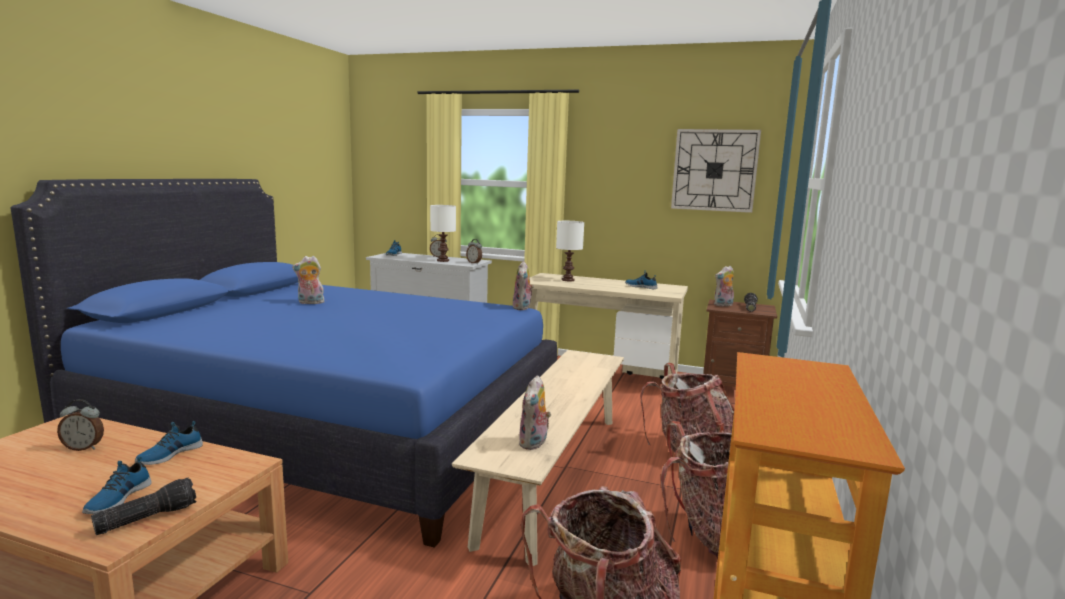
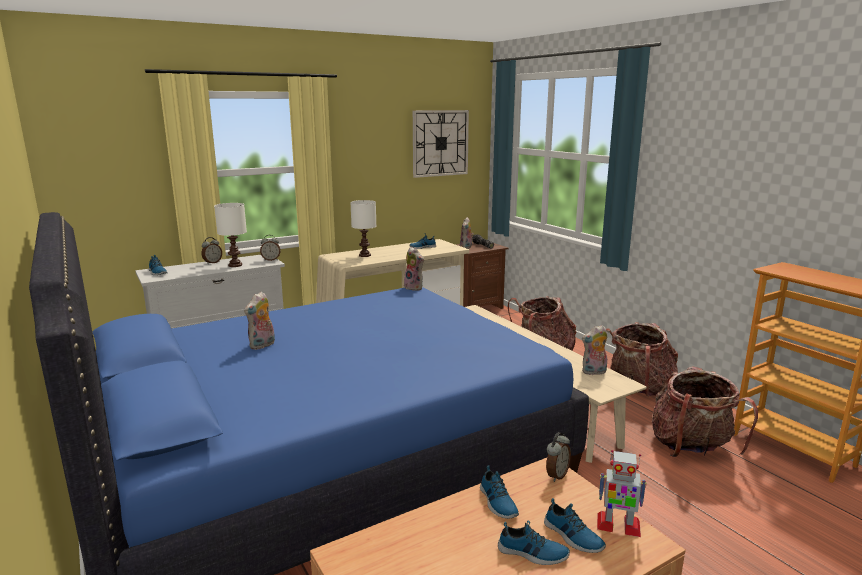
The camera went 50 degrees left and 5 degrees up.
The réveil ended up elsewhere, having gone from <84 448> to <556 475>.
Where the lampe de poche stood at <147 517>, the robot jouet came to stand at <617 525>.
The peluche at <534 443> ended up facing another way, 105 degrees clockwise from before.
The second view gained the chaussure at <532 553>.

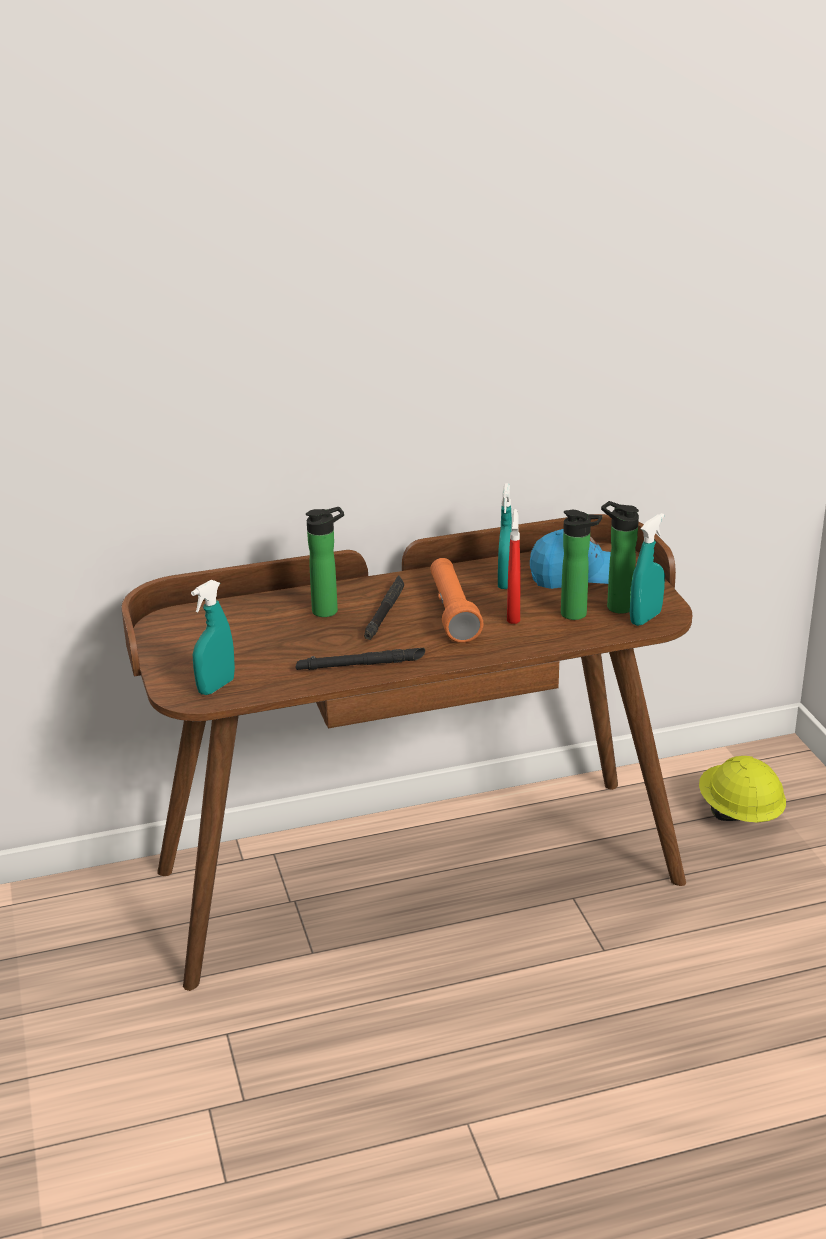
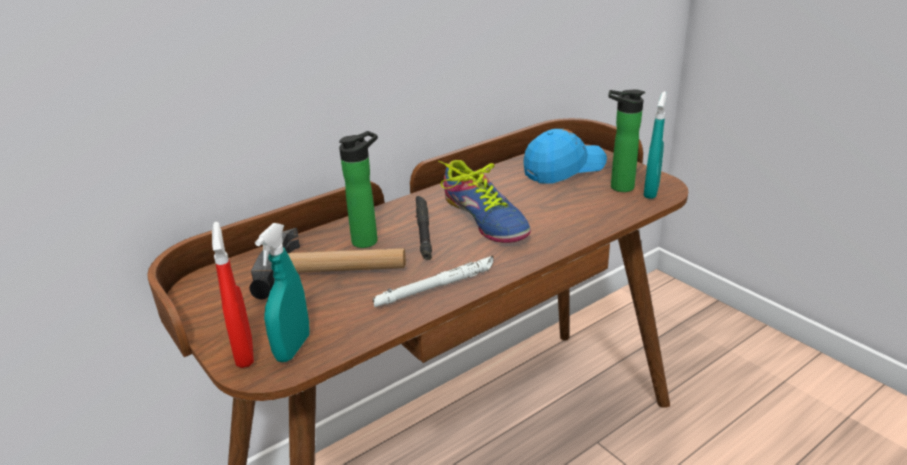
The camera went 20 degrees left and 0 degrees up.
What was the lampe de poche (noir) at <361 664> turned into the lampe de poche (blanc) at <436 286>.
Where the lampe de poche (orange) stood at <452 612>, the chaussure came to stand at <485 218>.
The second view lost the vaporisateur (turquoise) at <505 582>.
The vaporisateur (rouge) ended up elsewhere, having gone from <513 615> to <244 353>.
The second view lost the bouteille at <578 614>.
The second view lost the casque de chantier (jaune) at <739 814>.
The second view gained the marteau at <334 270>.

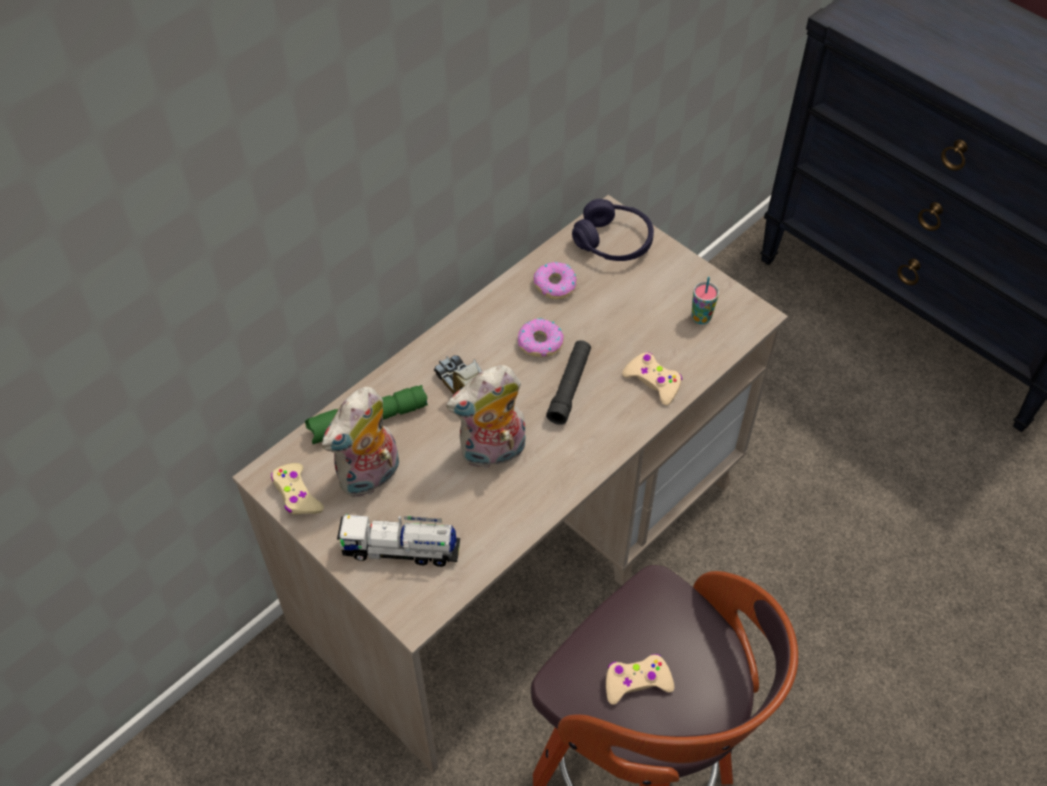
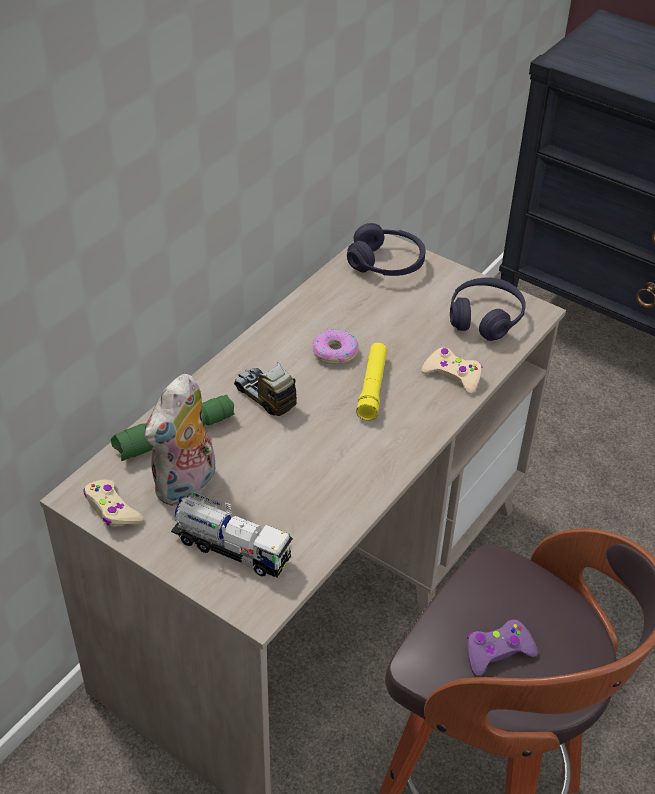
The camera went 10 degrees left and 10 degrees down.
The camion jouet at <401 550> ended up facing another way, 150 degrees counterclockwise from before.
The second view lost the peluche at <493 453>.
The second view lost the beignet at <555 285>.
What was the lampe de poche (noir) at <569 387> turned into the lampe de poche (jaune) at <372 387>.
What was the manette (beige) at <636 682> turned into the manette (violet) at <497 652>.
Where the tasse stood at <701 318>, the casque audio (violet) came to stand at <485 318>.

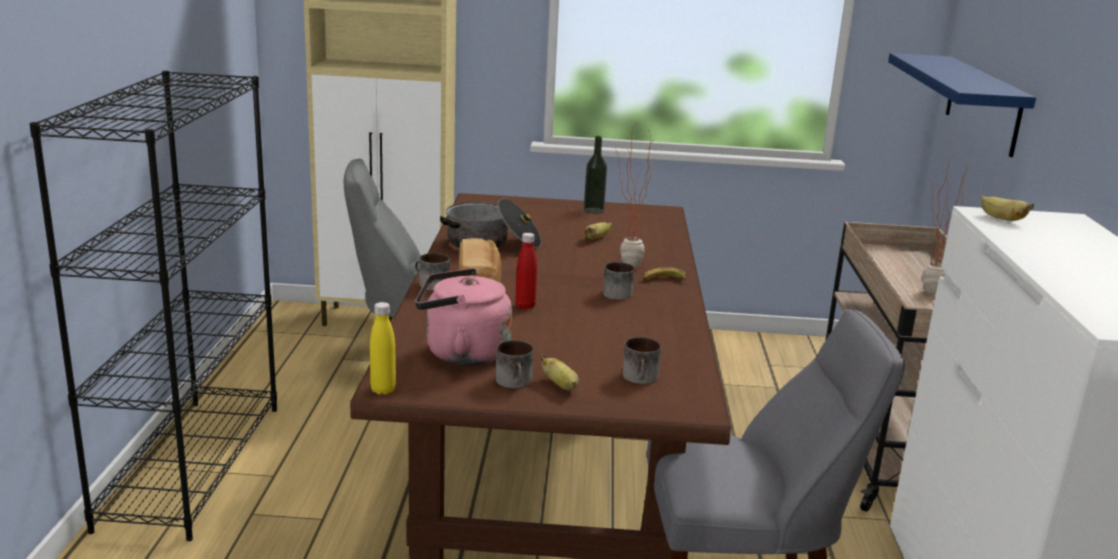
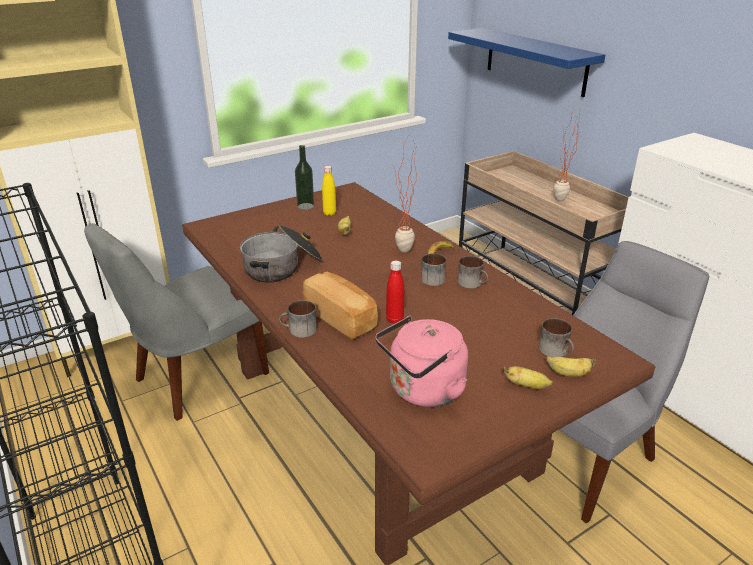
The camera went 35 degrees left and 10 degrees up.
The bouteille (jaune) ended up elsewhere, having gone from <383 390> to <329 213>.
The mug ended up elsewhere, having gone from <516 382> to <473 283>.
The banane ended up elsewhere, having gone from <1000 218> to <568 374>.

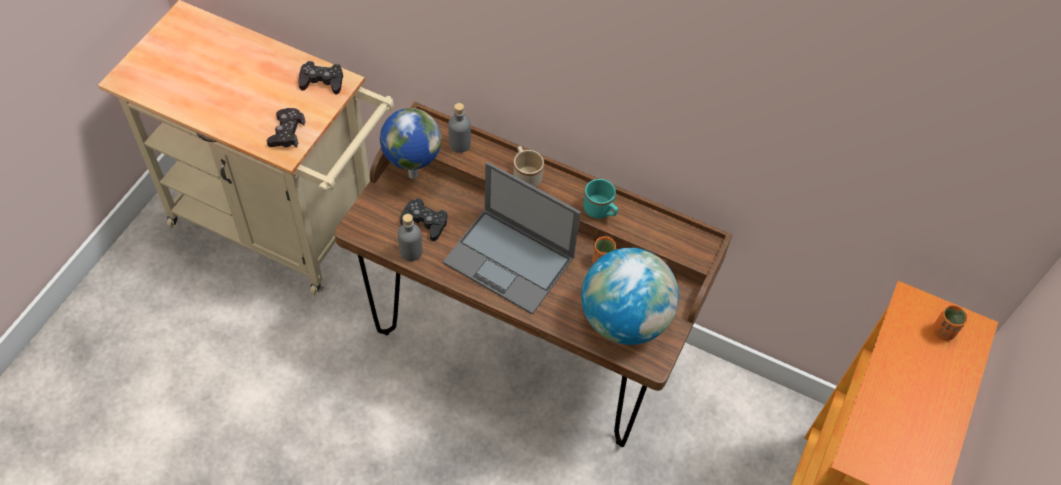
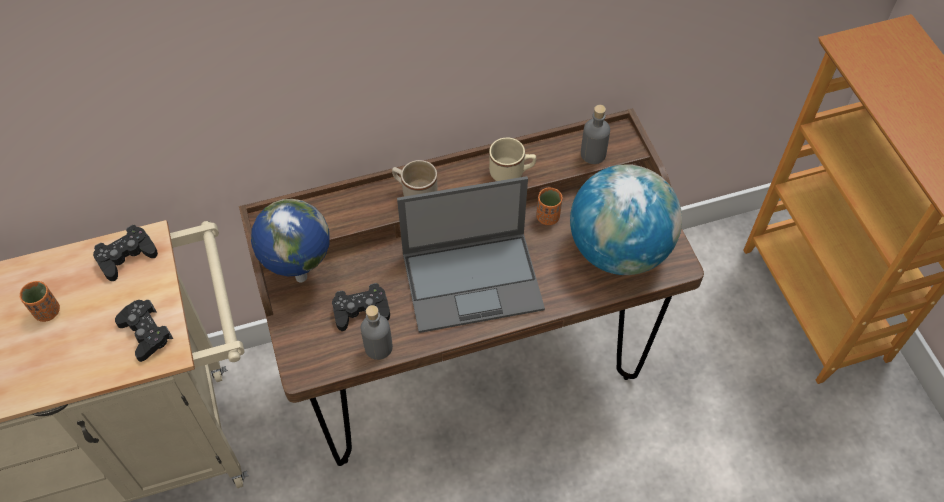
The camera went 40 degrees left and 0 degrees up.
The bouteille (gris) ended up elsewhere, having gone from <459 144> to <593 154>.
What was the mug (turquoise) at <600 211> turned into the mug (beige) at <511 173>.
The tasse (orange) ended up elsewhere, having gone from <943 331> to <47 311>.

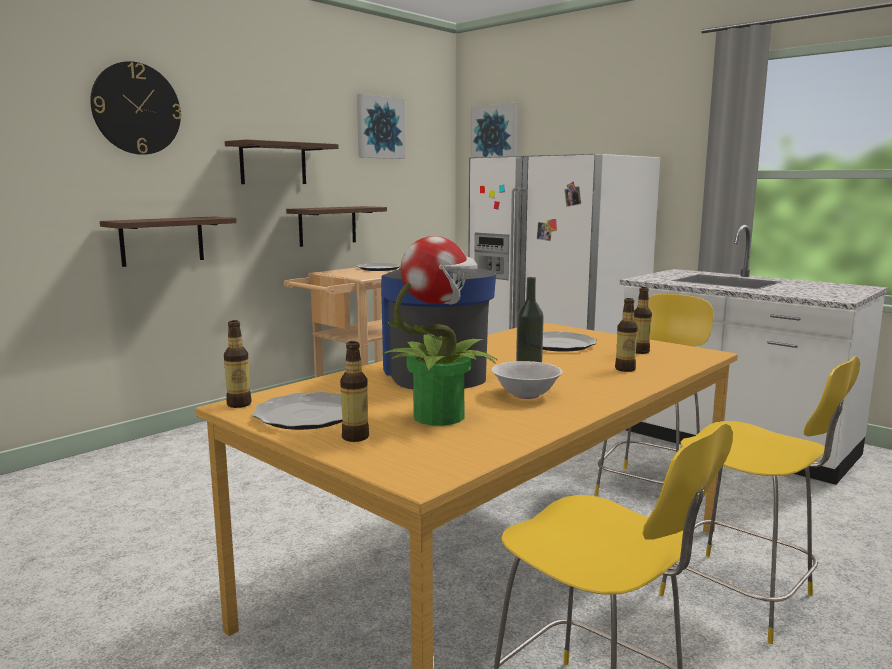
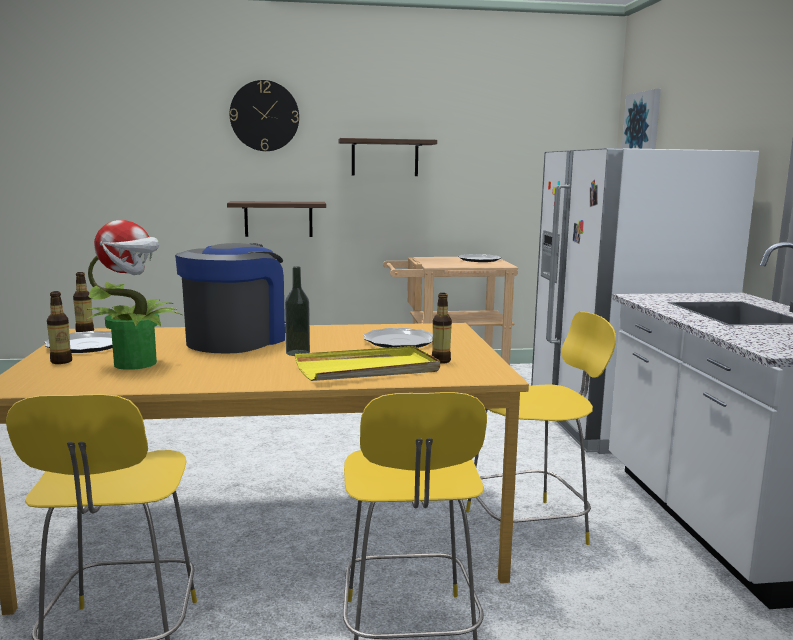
The camera went 40 degrees right and 0 degrees up.
The second view lost the étagère at <327 225>.
The second view lost the tableau at <380 127>.
The second view lost the bol (blanc) at <525 394>.
Where the bouteille stood at <625 369>, the plateau (jaune) came to stand at <368 369>.

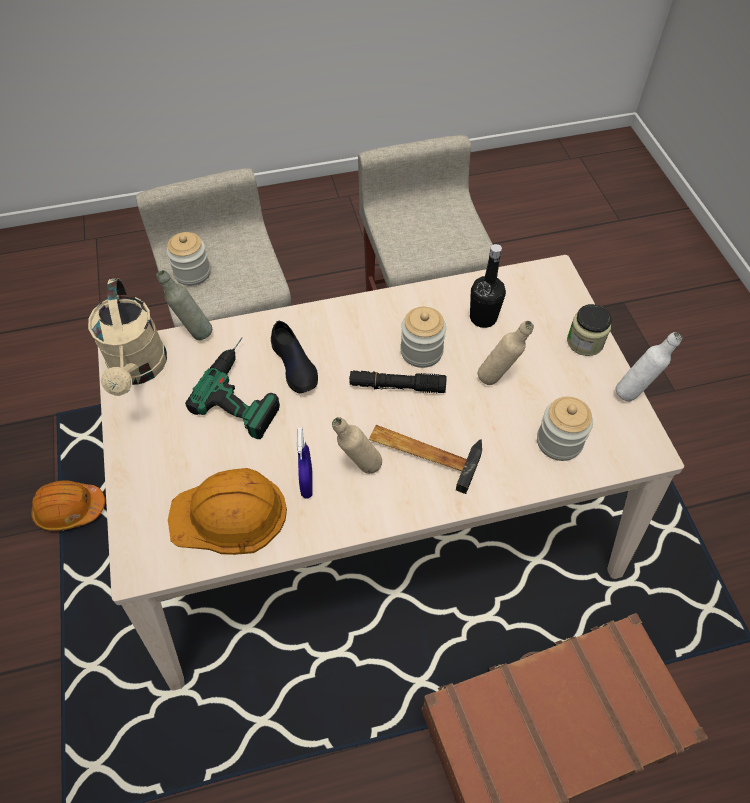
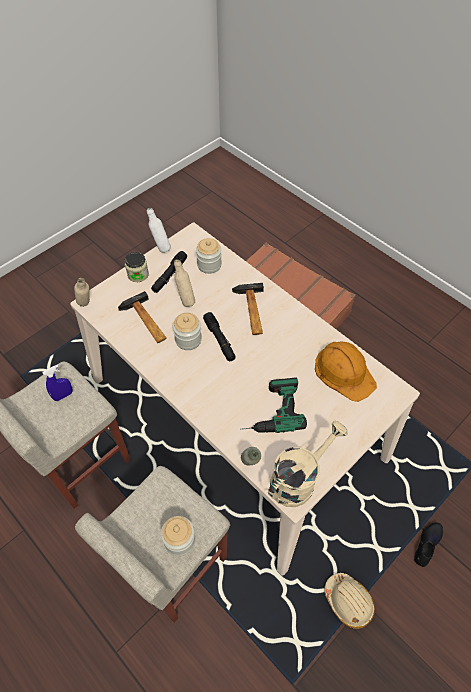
The camera went 120 degrees left and 0 degrees up.
What was the casque de chantier (orange) at <69 509> turned into the casque de chantier (beige) at <348 601>.
The chaussure (noir) ended up elsewhere, having gone from <295 365> to <427 544>.
The vaporisateur (bleu) ended up elsewhere, having gone from <307 484> to <63 395>.
The bouteille (beige) ended up elsewhere, having gone from <359 467> to <87 306>.
Where the bouteille (noir) stood at <483 318>, the marteau came to stand at <146 322>.
The second view gained the lampe de poche (noir) at <169 275>.

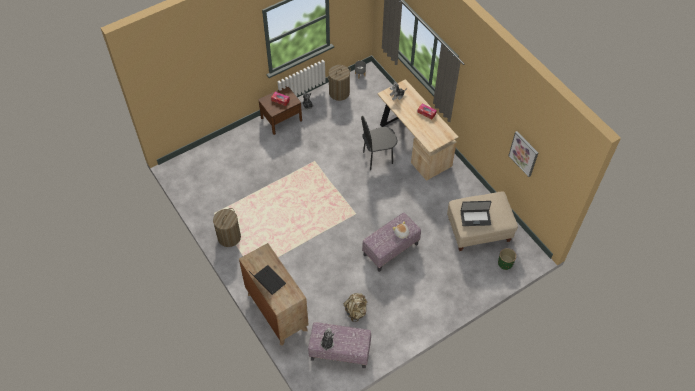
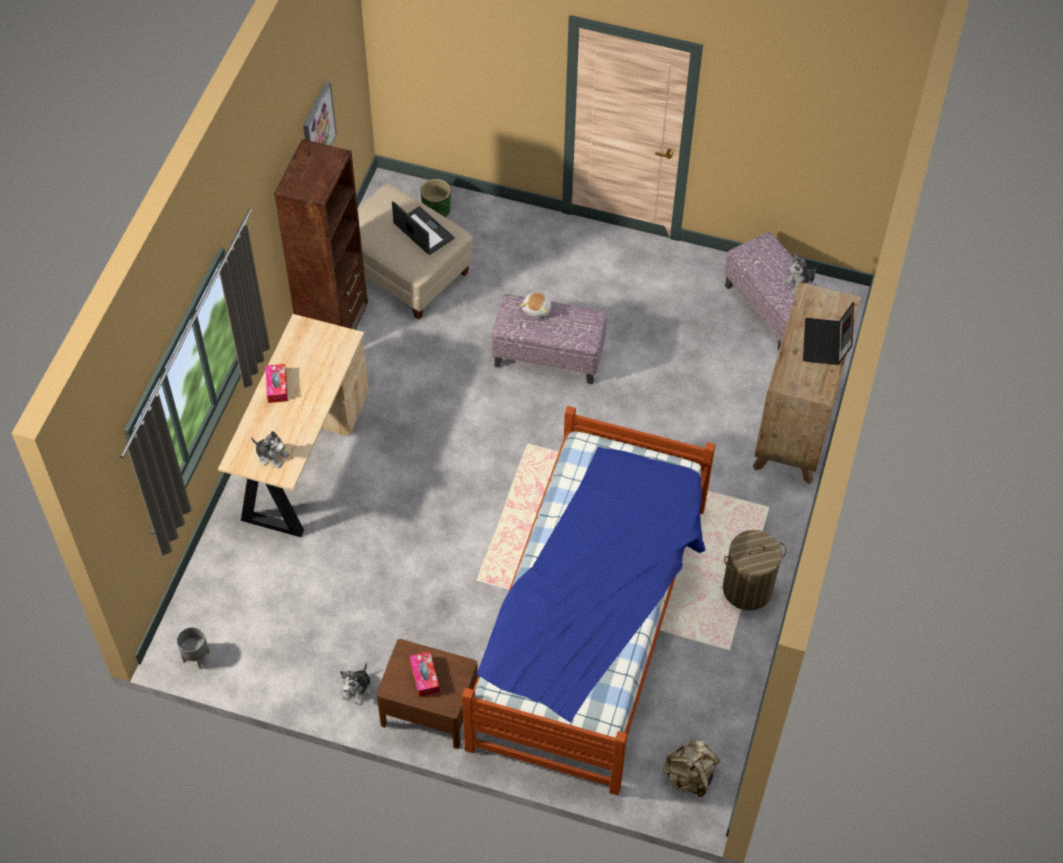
The camera went 130 degrees left and 0 degrees up.
The second view lost the panier à linge at <339 93>.
The sac à dos (beige) ended up elsewhere, having gone from <356 311> to <689 776>.
The second view lost the chaise (noir) at <378 158>.
The second view gained the bibliothèque (marron) at <333 323>.
The second view gained the lit at <591 624>.

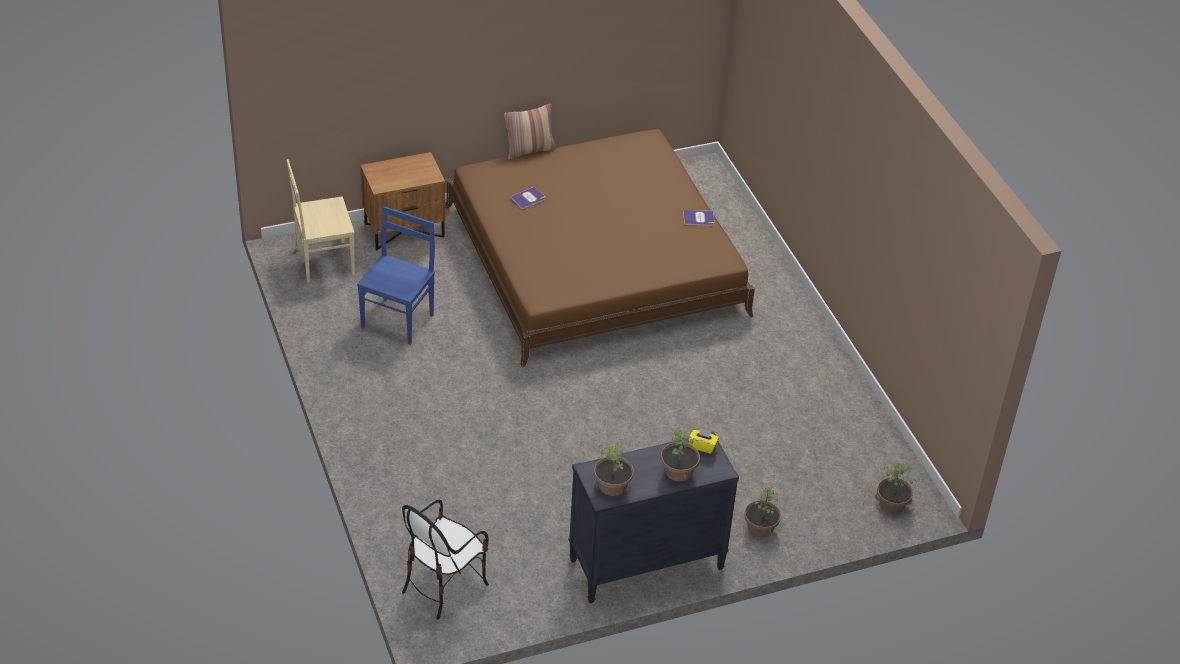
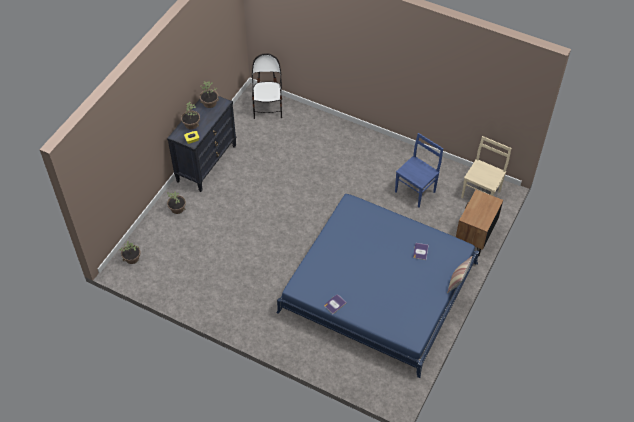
The camera went 140 degrees right and 10 degrees up.
The chaise (bleu) at <398 320> ended up facing another way, 120 degrees counterclockwise from before.
What was the lit (marron) at <594 260> turned into the lit (bleu) at <378 287>.

